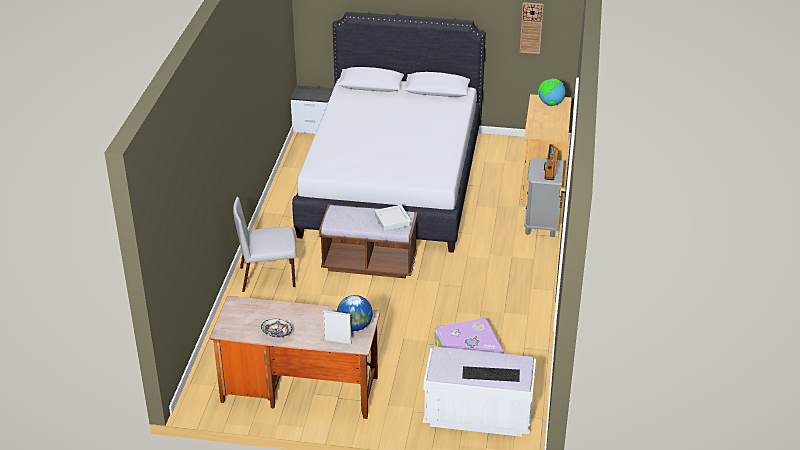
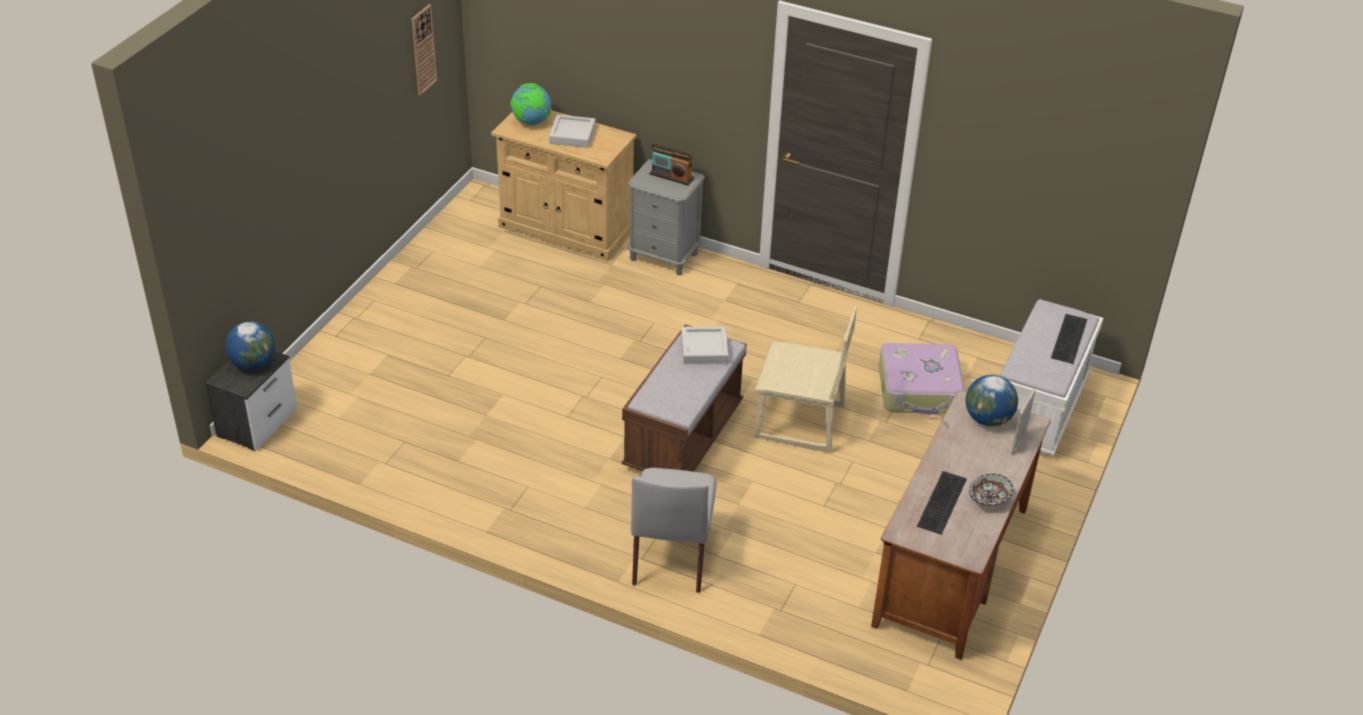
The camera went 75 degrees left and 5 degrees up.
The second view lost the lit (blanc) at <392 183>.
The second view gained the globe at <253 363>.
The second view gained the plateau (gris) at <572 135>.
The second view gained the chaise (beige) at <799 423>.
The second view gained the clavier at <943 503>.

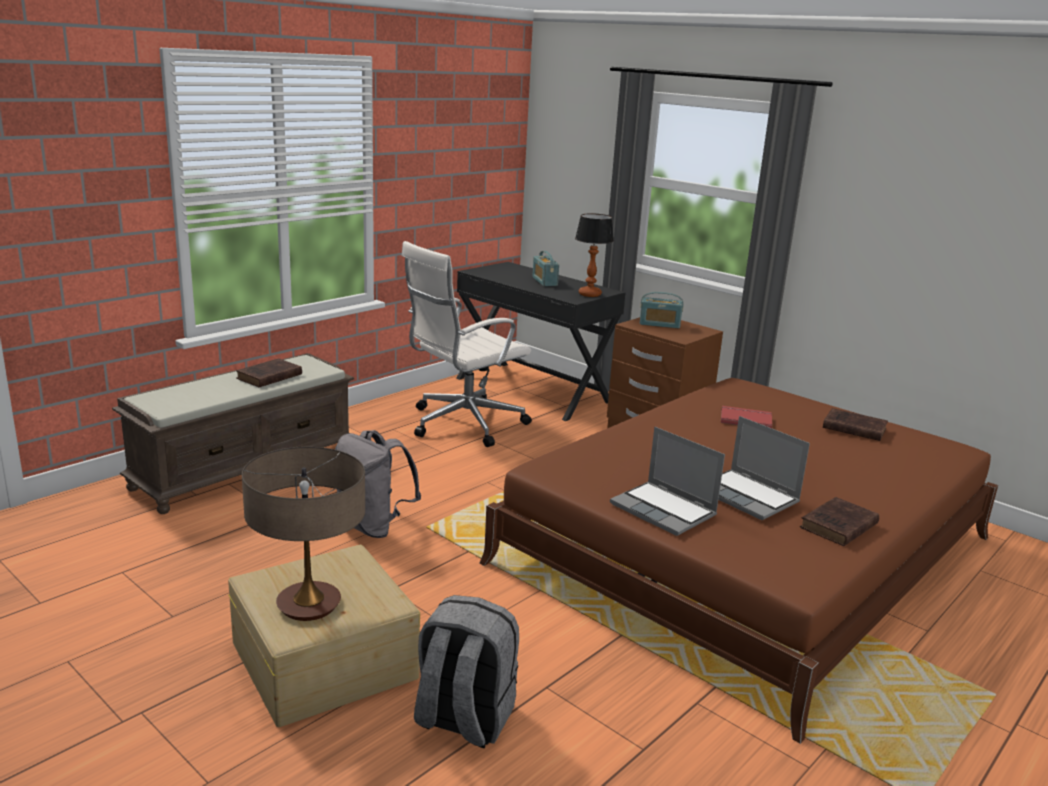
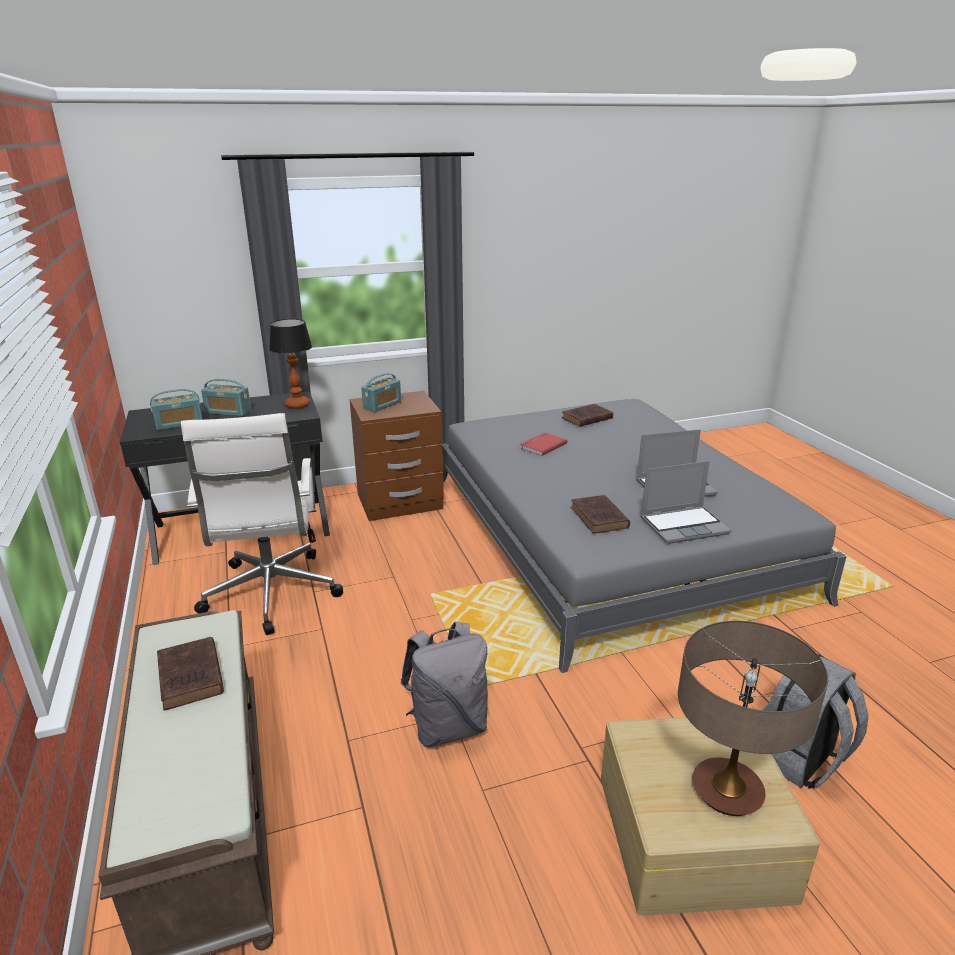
The camera went 60 degrees left and 5 degrees up.
What was the lit (marron) at <747 550> turned into the lit (gris) at <607 535>.
The livre (marron) ended up elsewhere, having gone from <837 526> to <600 518>.
The second view gained the radio at <179 424>.

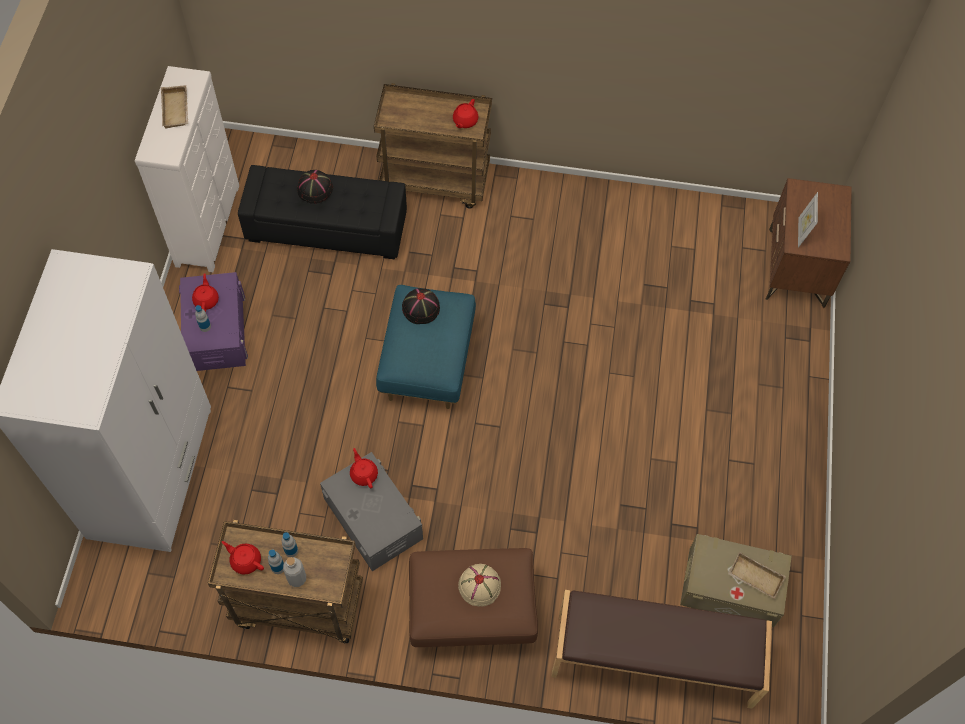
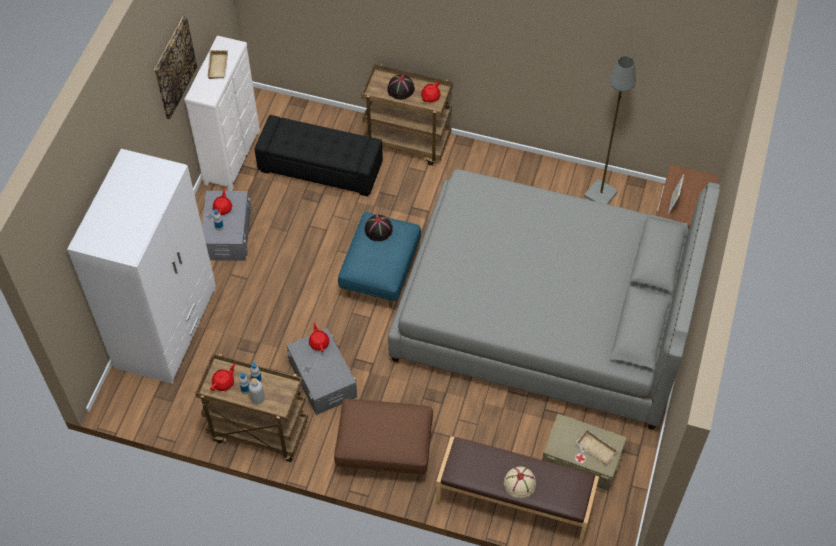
The camera went 10 degrees right and 5 degrees down.
What was the boîte de rangement (violet) at <216 331> turned into the boîte de rangement (gris) at <227 233>.
The théière (rouge) at <245 560> ended up facing another way, 90 degrees clockwise from before.
The chapeau (noir) ended up elsewhere, having gone from <315 189> to <400 89>.
The chapeau (beige) ended up elsewhere, having gone from <479 585> to <520 483>.
The second view gained the tableau at <174 67>.
The second view gained the lit (gris) at <544 315>.
The second view gained the lampadaire (gris) at <600 193>.

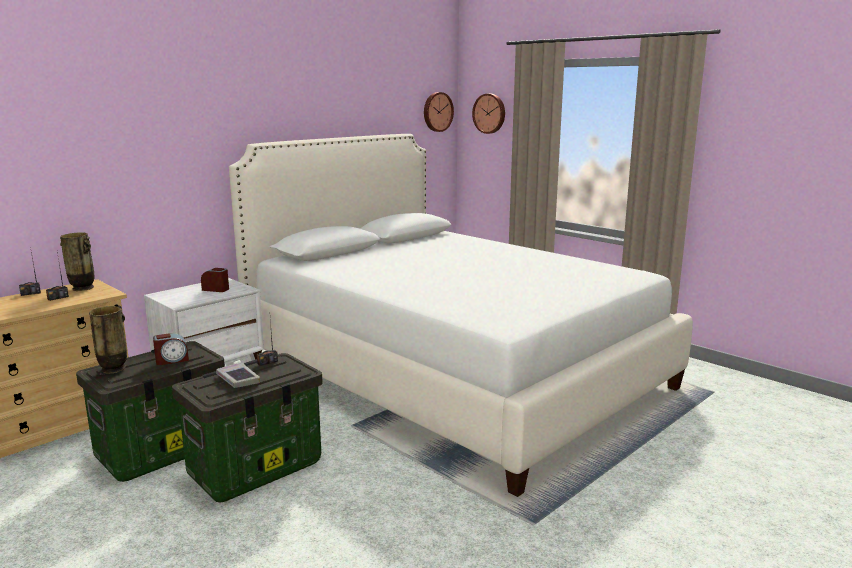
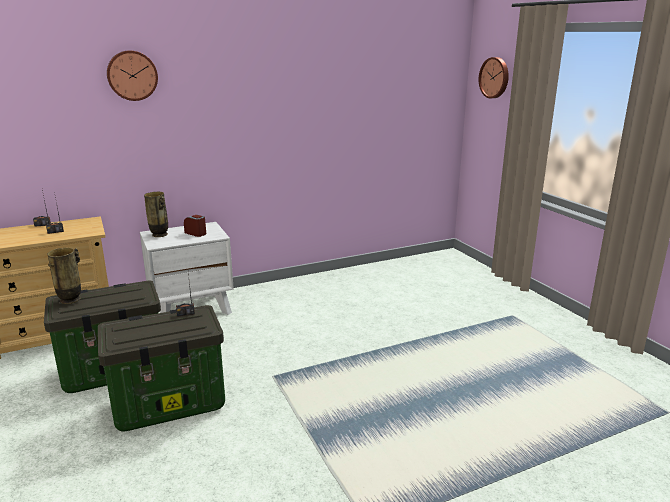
The camera went 20 degrees right and 5 degrees up.
The vase ended up elsewhere, having gone from <83 288> to <159 235>.
The second view lost the réveil at <172 360>.
The second view lost the livre at <238 379>.
The second view lost the lit (blanc) at <452 372>.
The horloge murale ended up elsewhere, having gone from <437 112> to <132 75>.

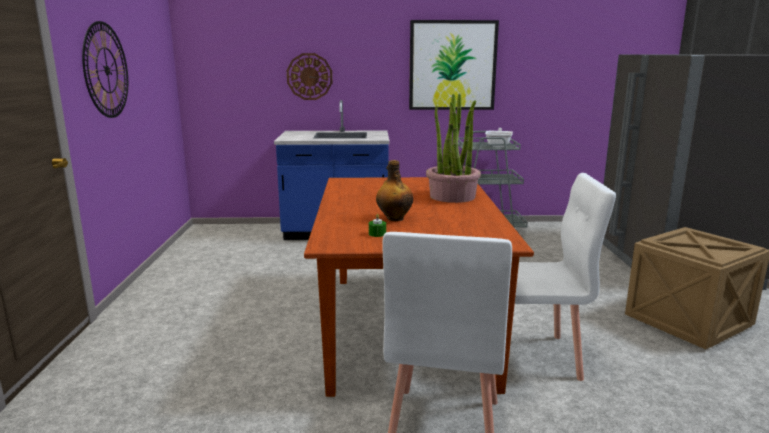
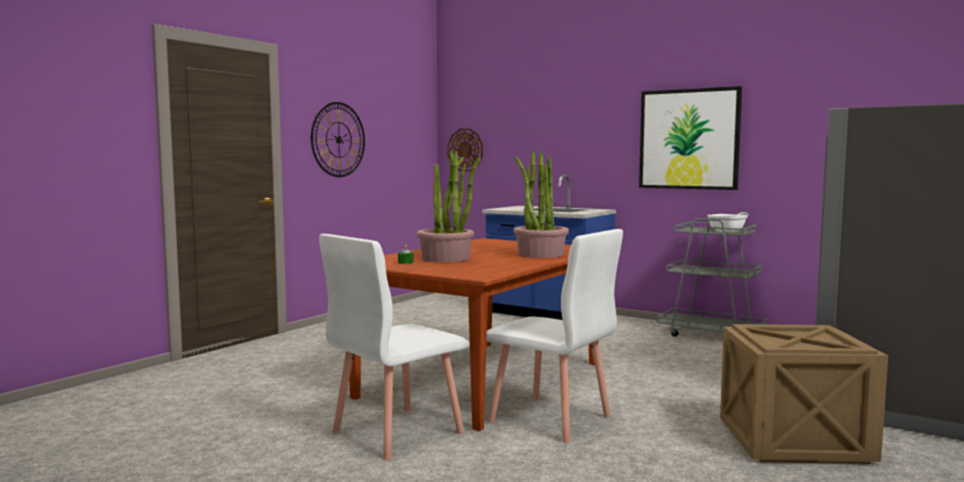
The camera went 35 degrees right and 10 degrees down.
The horloge murale ended up elsewhere, having gone from <309 76> to <465 150>.
Where the bouteille stood at <394 218>, the plante en pot came to stand at <446 258>.

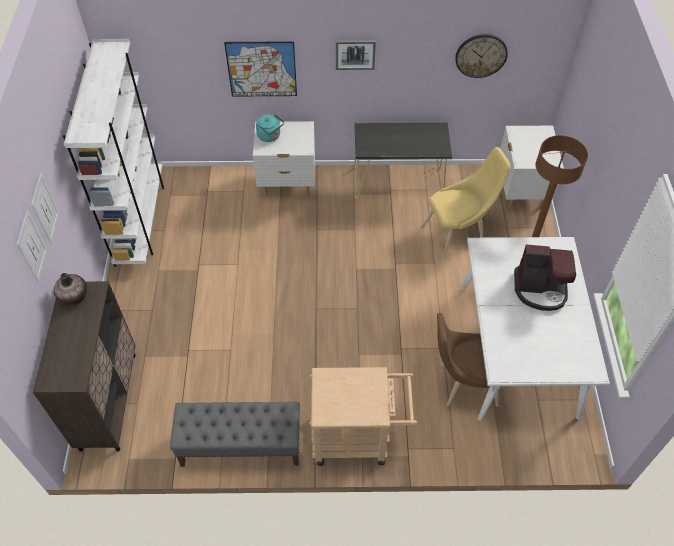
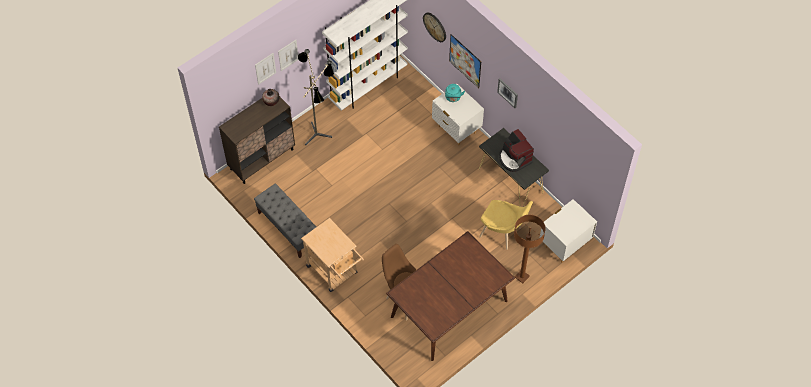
The camera went 50 degrees right and 5 degrees up.
The horloge murale ended up elsewhere, having gone from <481 55> to <435 27>.
What was the table à manger (blanc) at <516 348> turned into the table à manger (marron) at <449 308>.
The machine à café ended up elsewhere, having gone from <540 289> to <514 158>.
The second view gained the lampadaire at <319 133>.

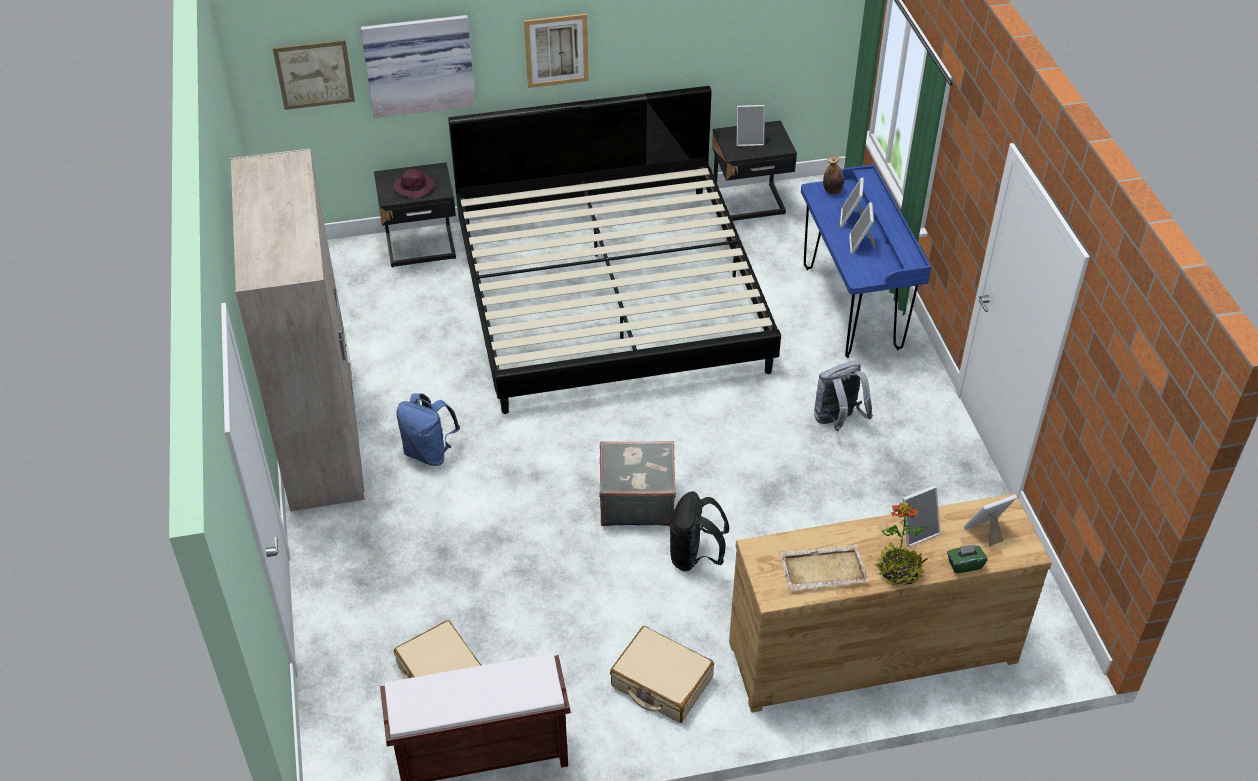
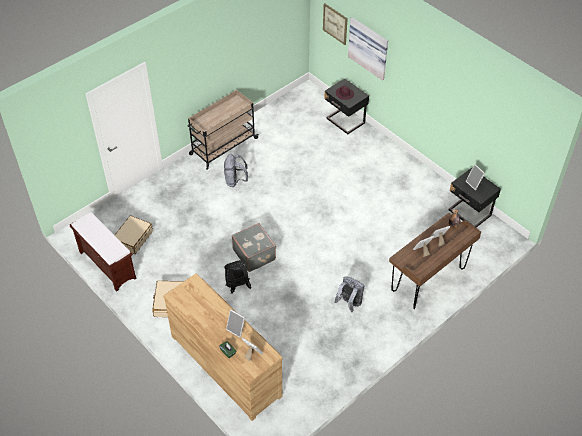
The camera went 60 degrees right and 5 degrees up.
Where the armoire (beige) stood at <322 434>, the chariot (beige) came to stand at <223 147>.
What was the sac à dos (bleu) at <429 453> turned into the sac à dos (gris) at <235 181>.
The second view lost the lit at <609 295>.
The second view lost the tableau at <556 50>.
The second view lost the plateau (beige) at <822 569>.
What was the bureau (bleu) at <852 308> turned into the bureau (marron) at <428 280>.
The second view lost the plante en pot at <899 571>.

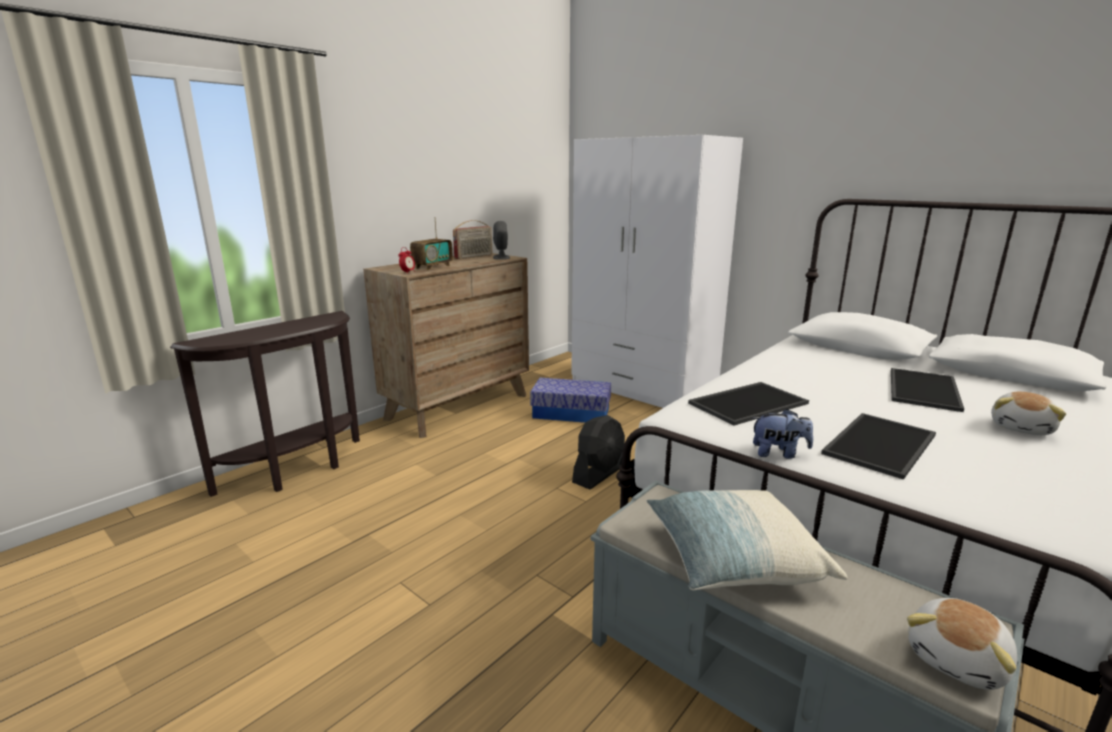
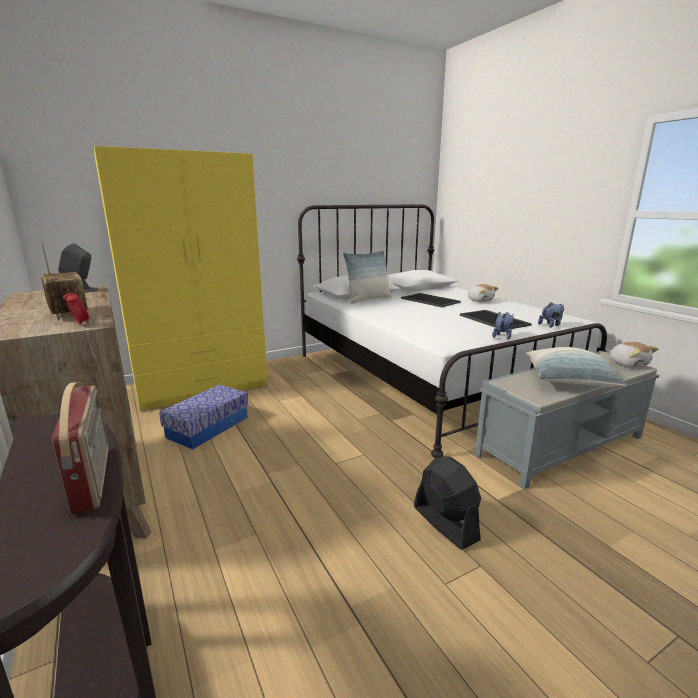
The camera went 70 degrees left and 0 degrees up.
The radio ended up elsewhere, having gone from <474 257> to <93 478>.
What was the armoire (blanc) at <643 387> turned into the armoire (jaune) at <201 386>.
The ventilateur (noir) ended up elsewhere, having gone from <599 474> to <445 523>.
The second view lost the plateau at <747 402>.
The second view gained the coussin at <368 299>.
The second view gained the peluche at <550 325>.

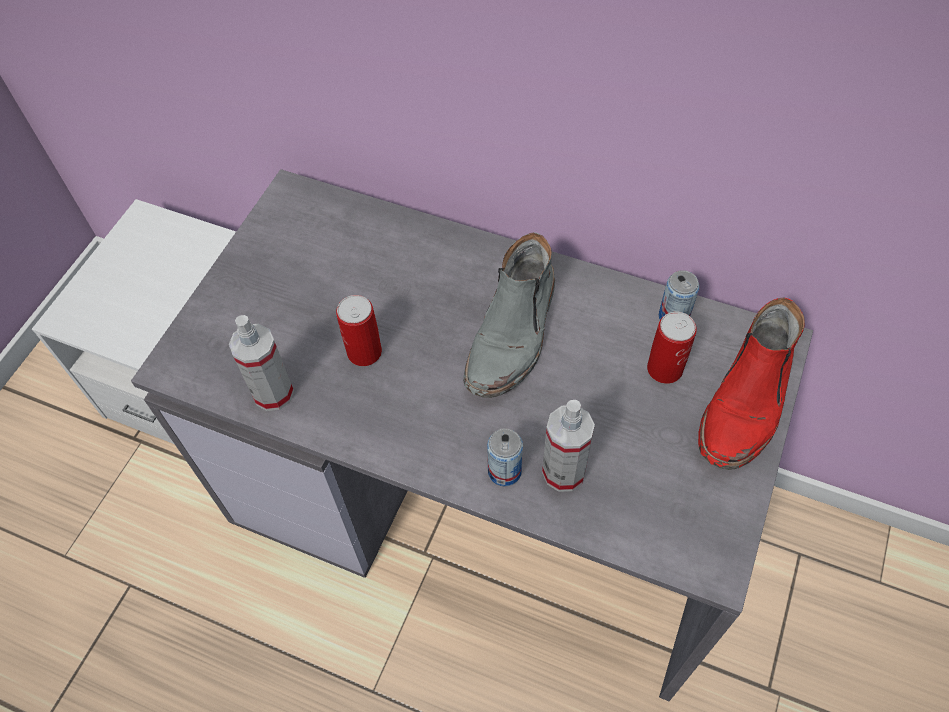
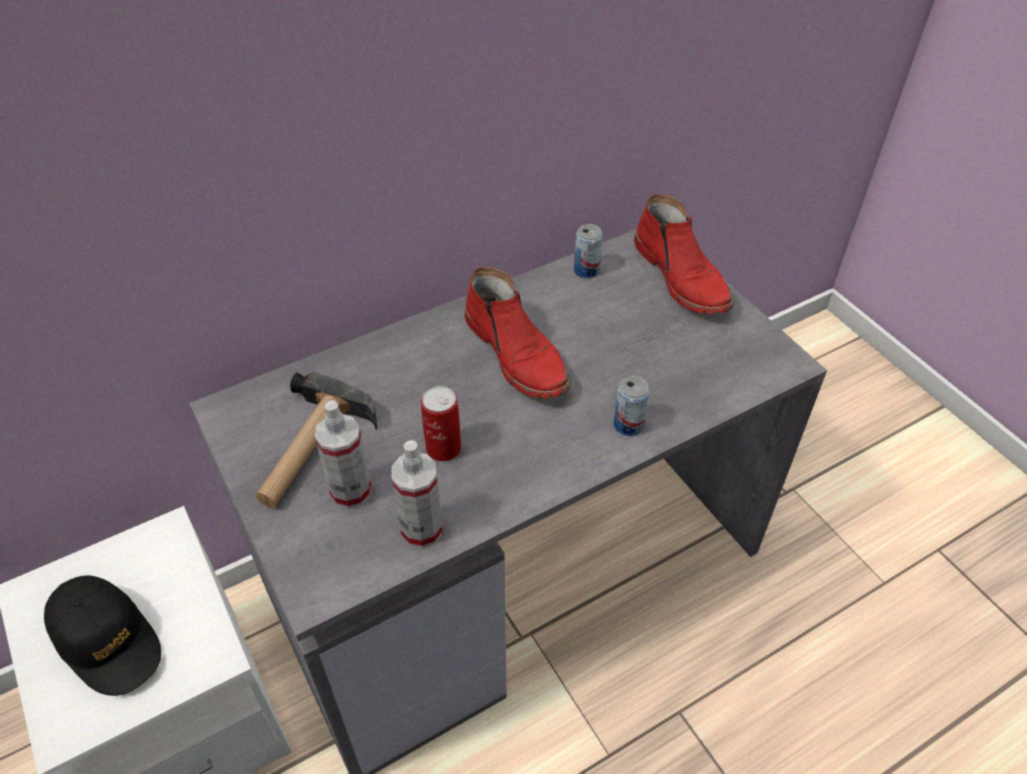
The camera went 55 degrees left and 10 degrees down.
What was the botte (gris) at <513 334> turned into the botte (rouge) at <518 354>.
The vaporisateur ended up elsewhere, having gone from <563 472> to <351 491>.
The second view lost the boîte métallique at <664 369>.
The second view gained the casquette (noir) at <107 640>.
The second view gained the marteau at <309 449>.

